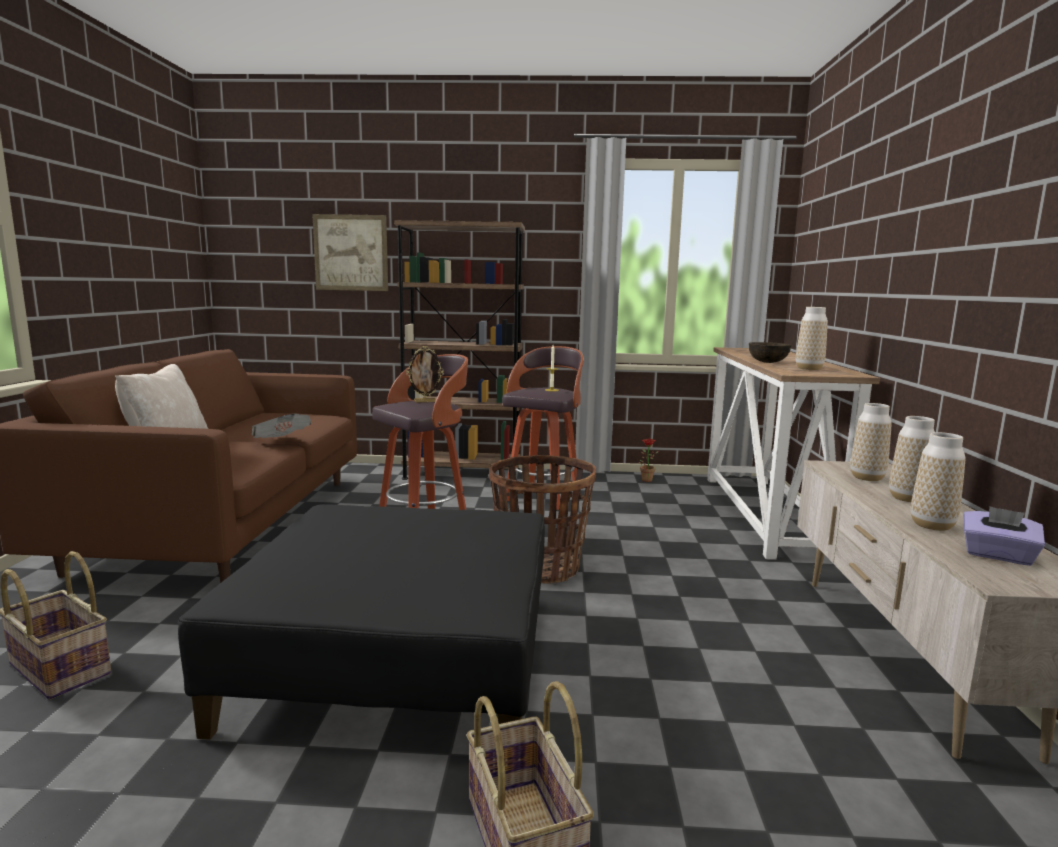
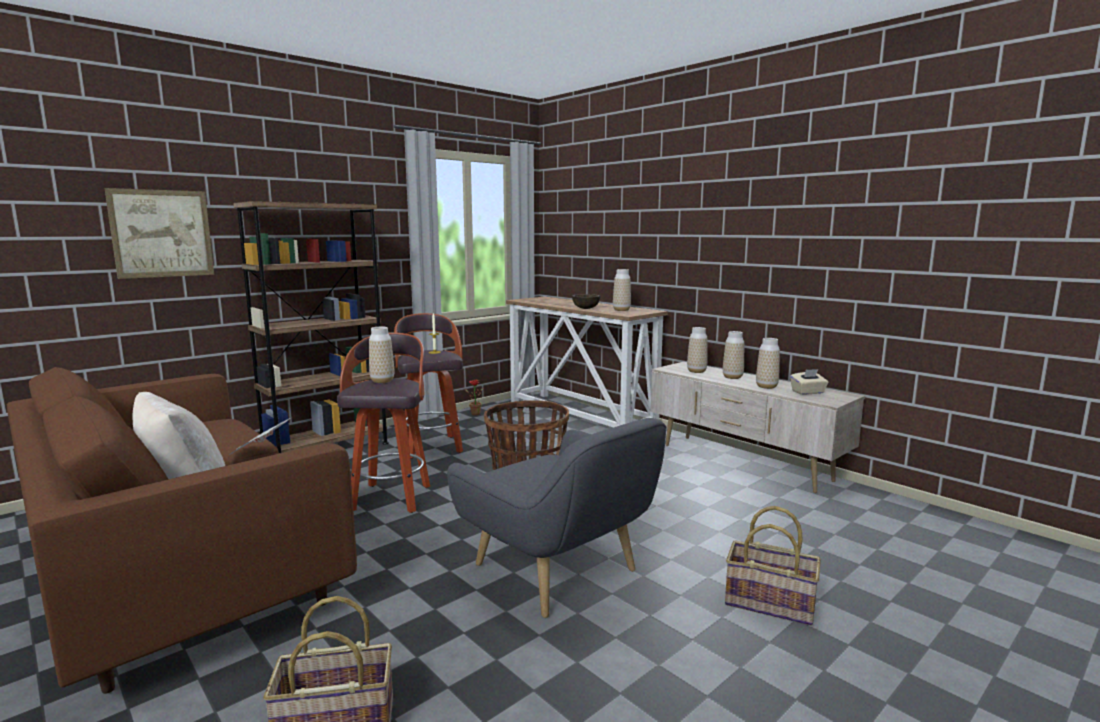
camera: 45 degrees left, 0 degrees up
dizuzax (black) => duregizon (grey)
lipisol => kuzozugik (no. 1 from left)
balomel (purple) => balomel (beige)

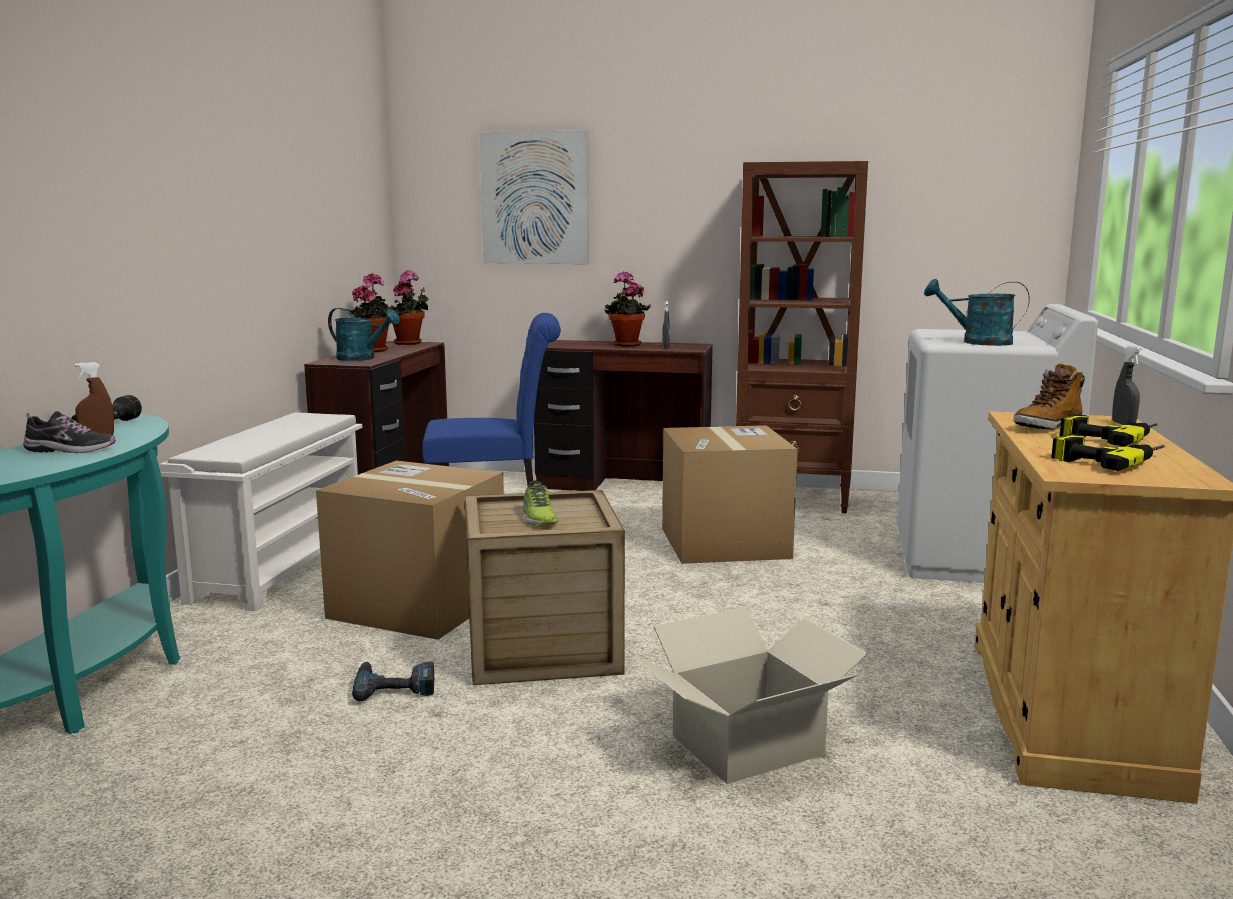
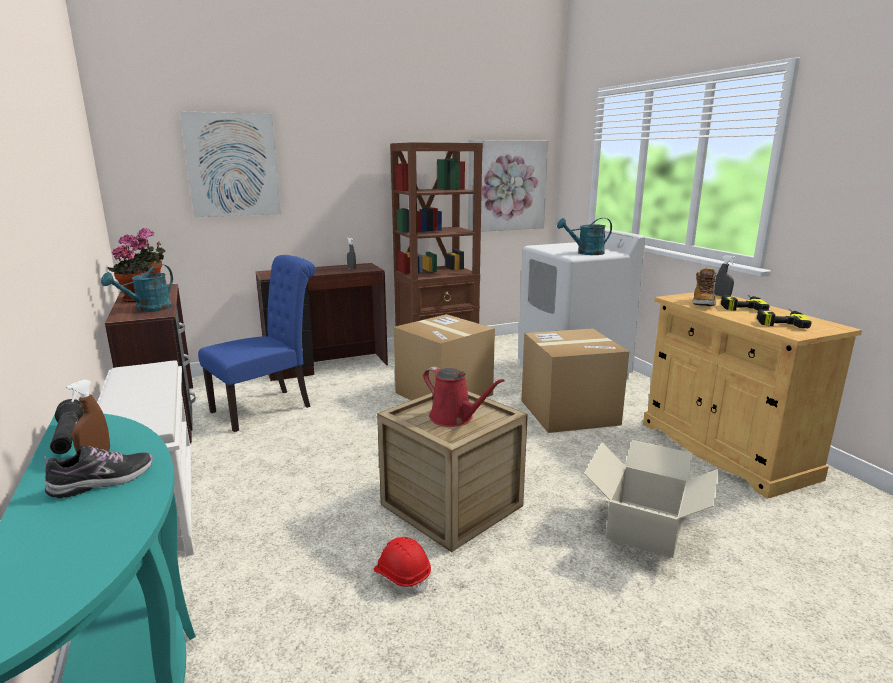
camera: 35 degrees left, 5 degrees up
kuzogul (no. 3 from left) => nothing
nothing => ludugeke (no. 2 from left)
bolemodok (no. 1 from left in the first image) => bolemodok (no. 2 from left), shifted
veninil (no. 1 from left) => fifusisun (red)
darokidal (no. 2 from left) => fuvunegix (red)
fuvunegix (turquoise) (no. 1 from left), 135 degrees clockwise

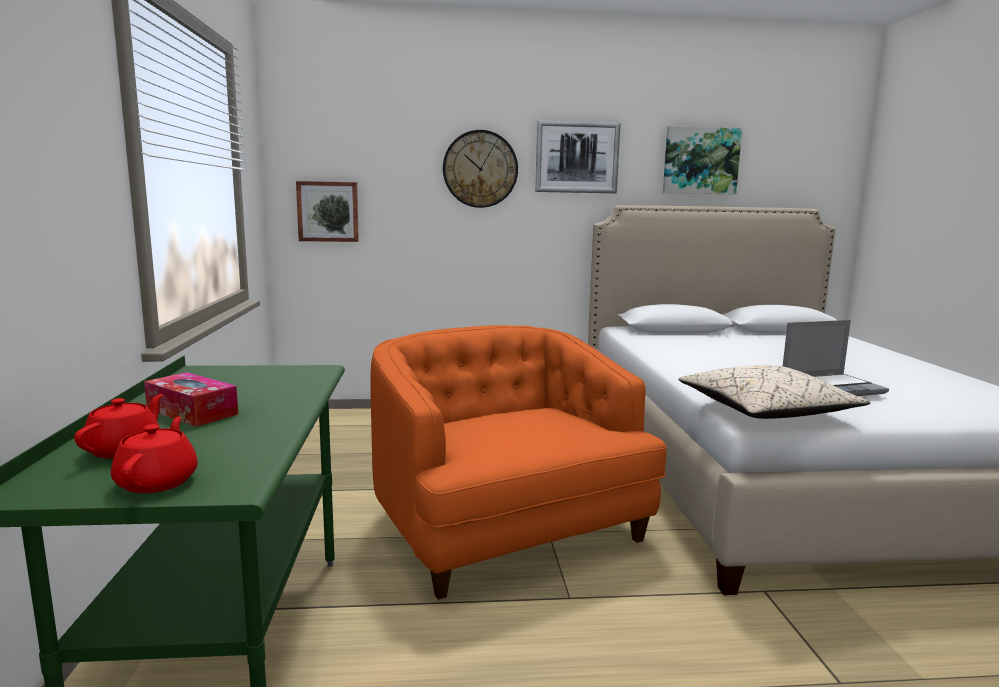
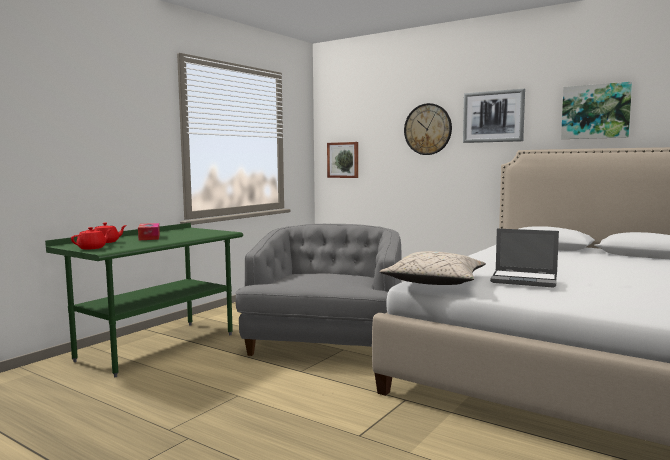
camera: 40 degrees right, 5 degrees down
duregizon (orange) => duregizon (grey)

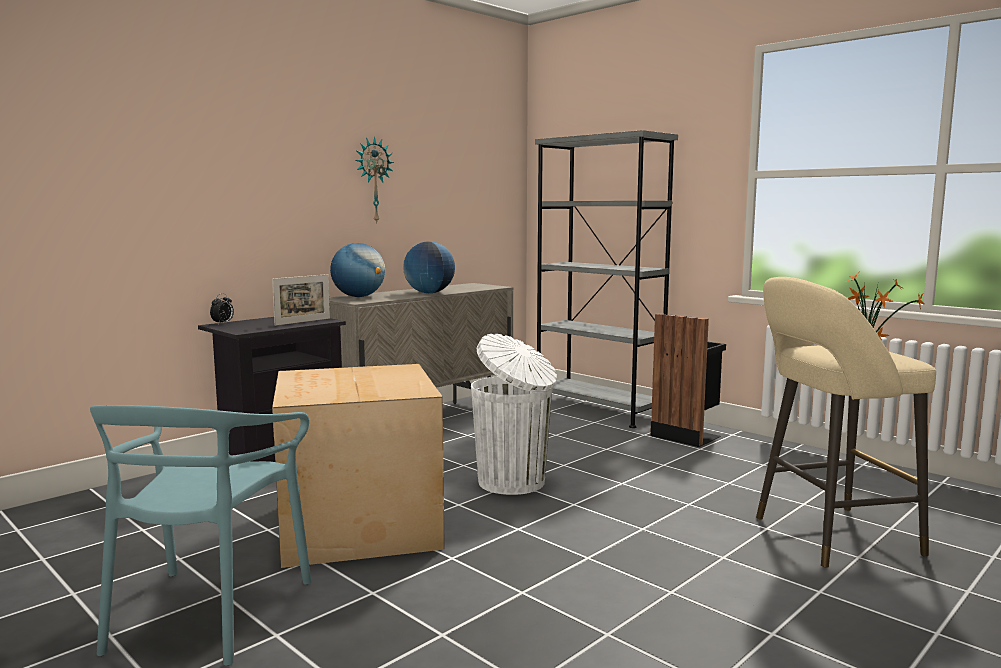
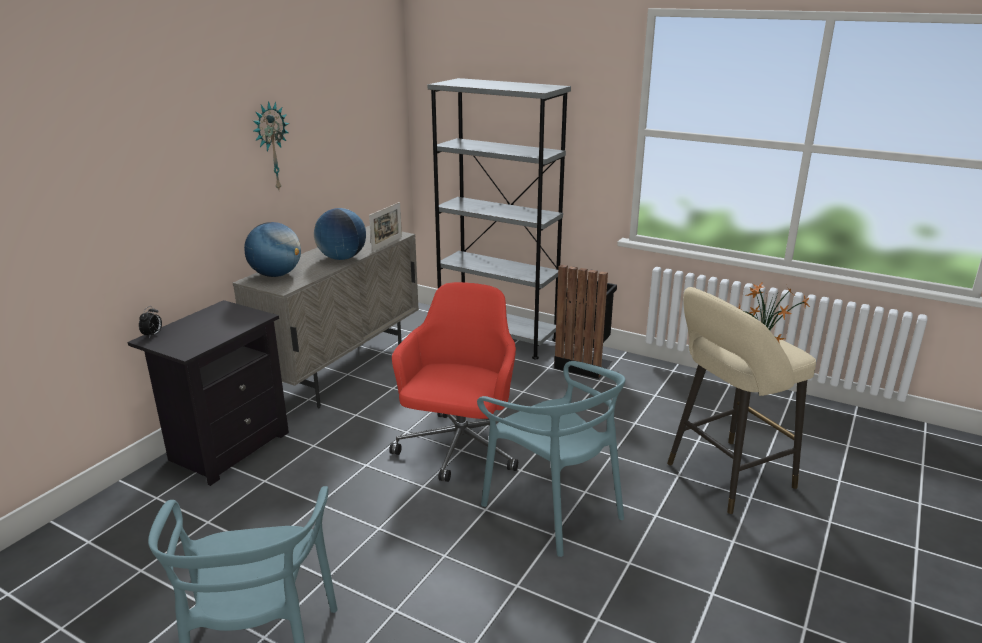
camera: 15 degrees left, 15 degrees up
bolemodok => nothing
nothing => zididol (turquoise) (no. 2 from left)
lipisol, shifted
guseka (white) => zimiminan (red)

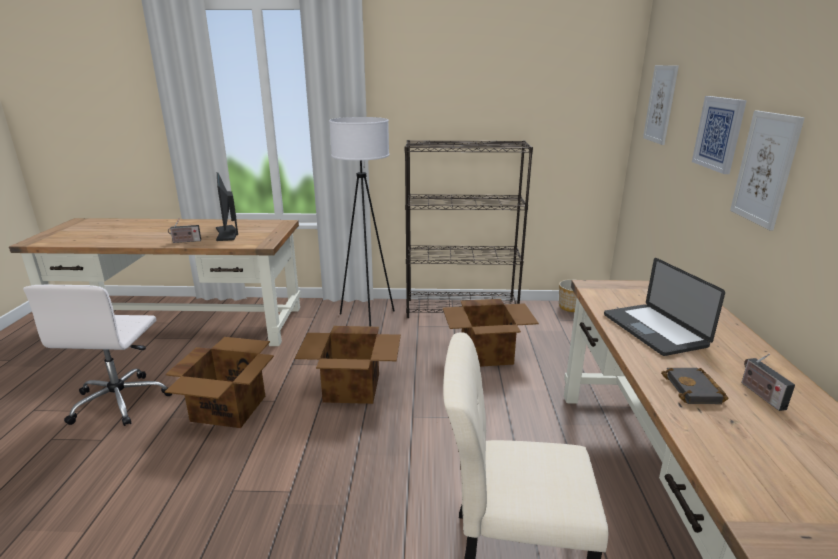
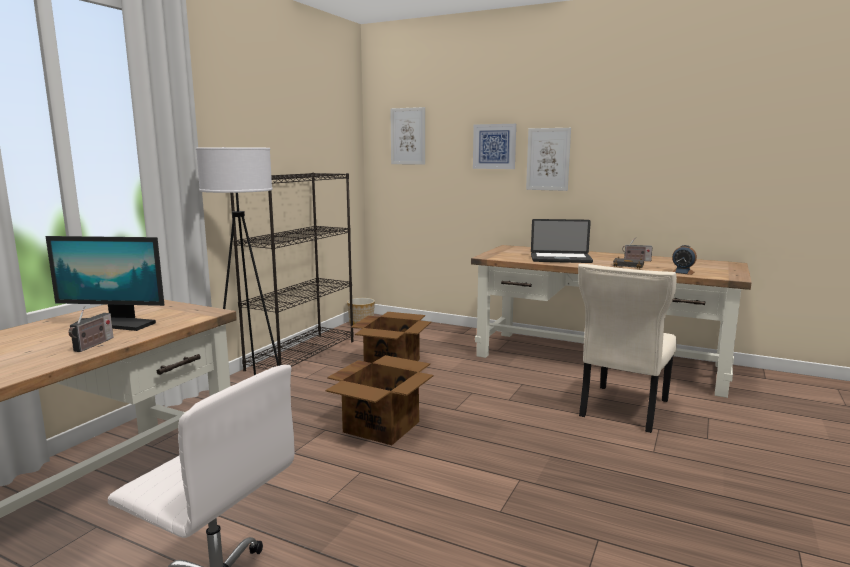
camera: 65 degrees left, 10 degrees down
bolemodok (no. 1 from left) => nothing
nothing => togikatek

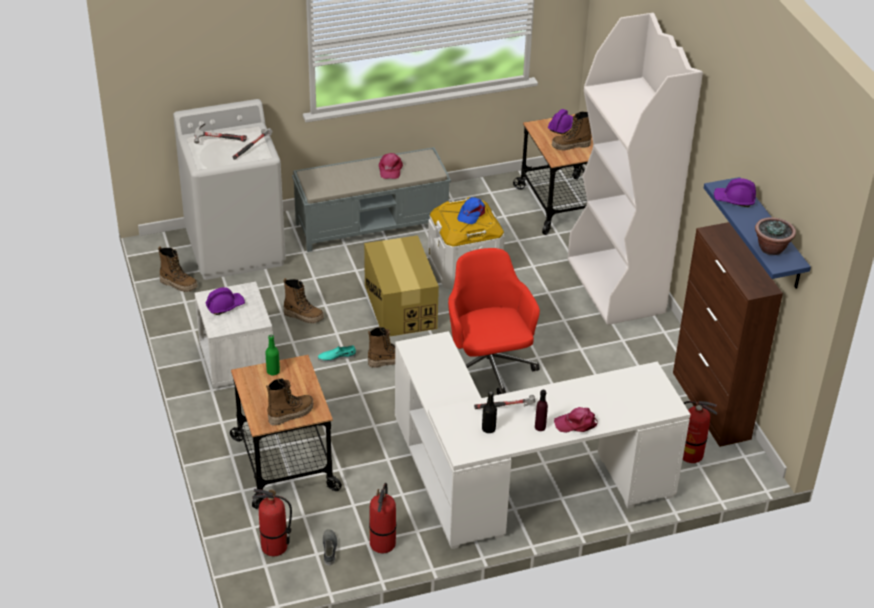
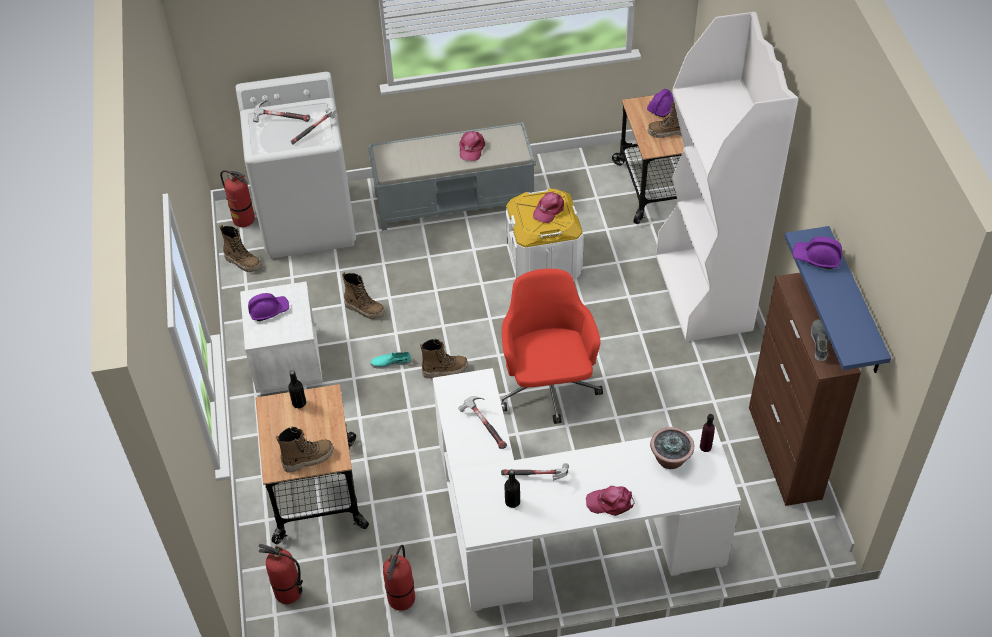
camera: 10 degrees right, 10 degrees up
bolemodok => nothing
nothing => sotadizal (no. 3 from left)
darokidal (grey), shifted
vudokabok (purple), shifted
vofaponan (no. 3 from left in the first image) => vofaponan (no. 1 from left), shifted
kuzogul, shifted
vudokabok (green) => vudokabok (black) (no. 1 from left)
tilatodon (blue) => tilatodon (pink) (no. 2 from left)

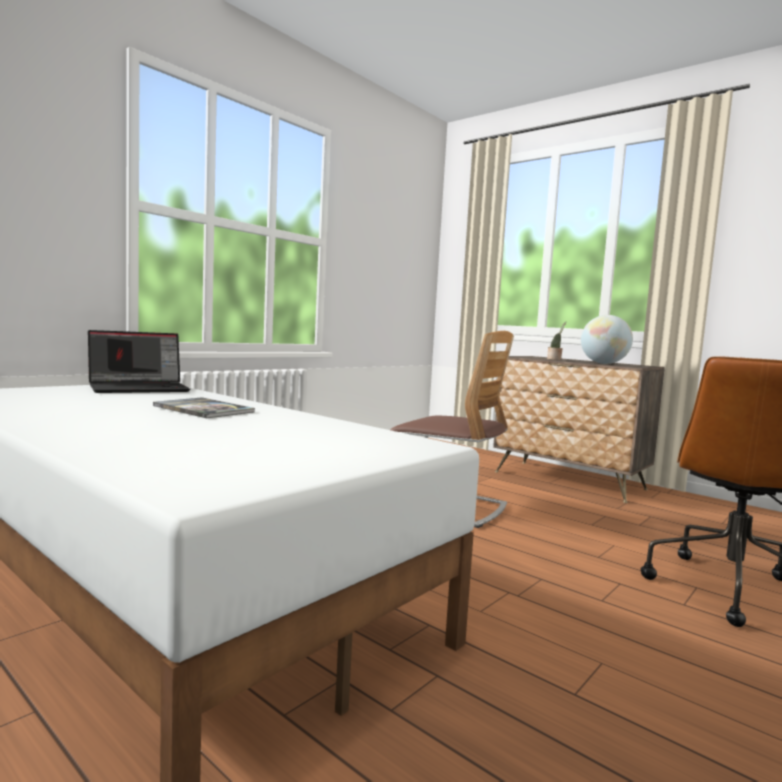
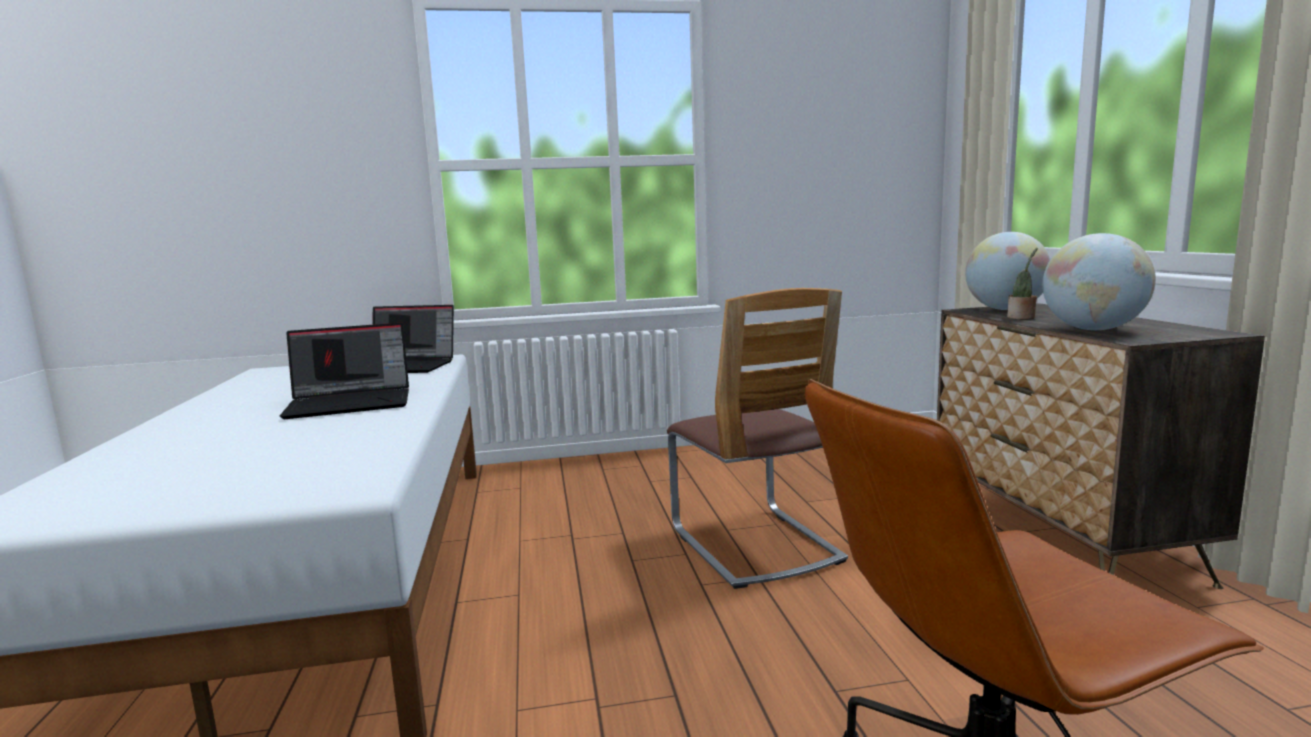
camera: 40 degrees right, 5 degrees up
nothing => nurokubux (no. 1 from left)
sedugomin => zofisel (no. 1 from left)

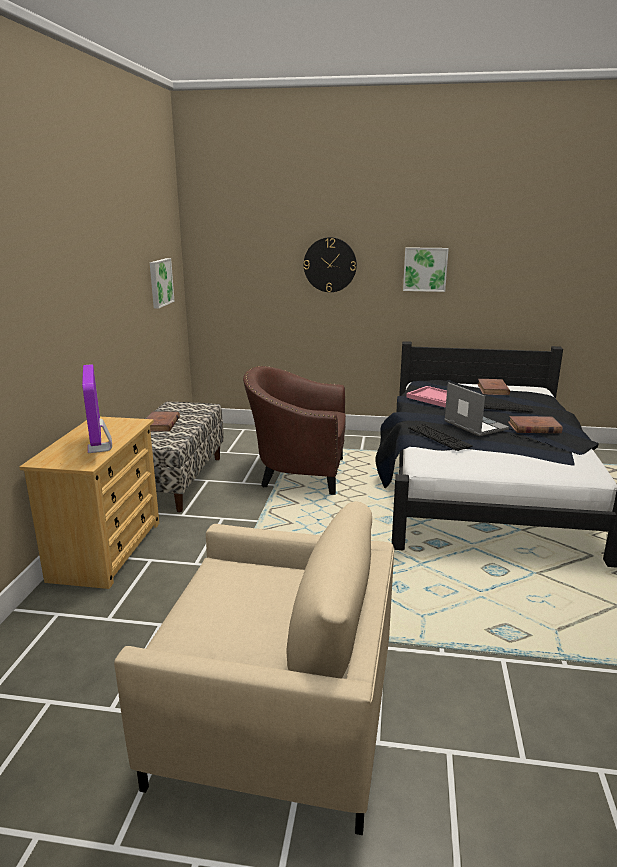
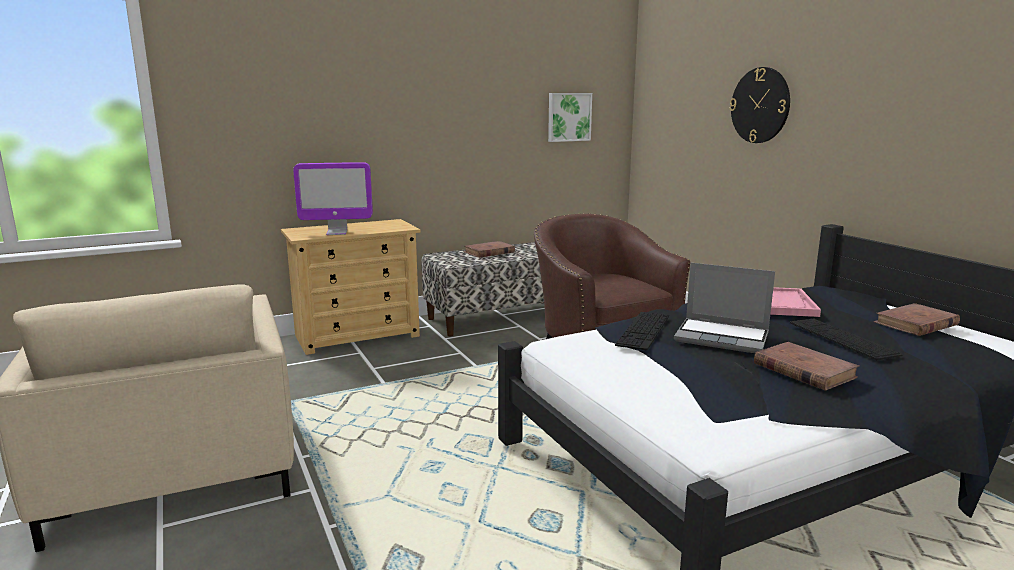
camera: 55 degrees right, 5 degrees down
ludugeke (no. 2 from left) => nothing
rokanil, 135 degrees counterclockwise
zofisel, 90 degrees clockwise

